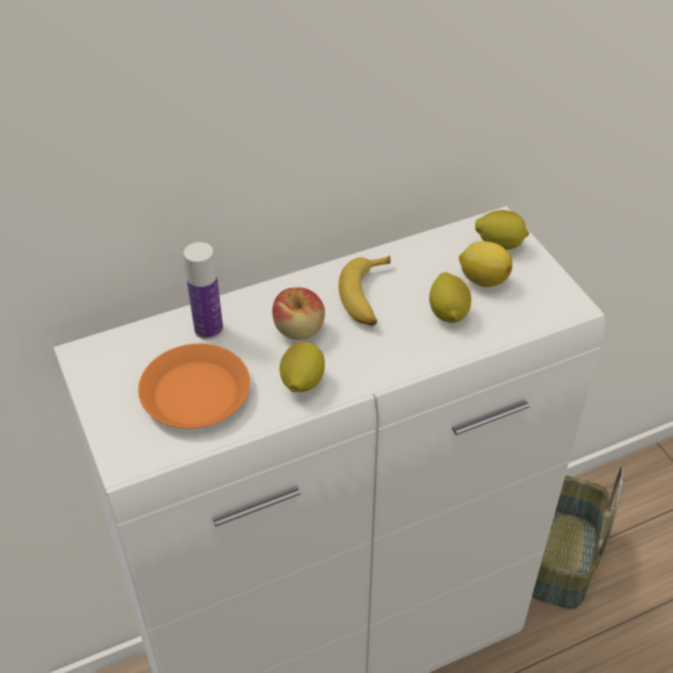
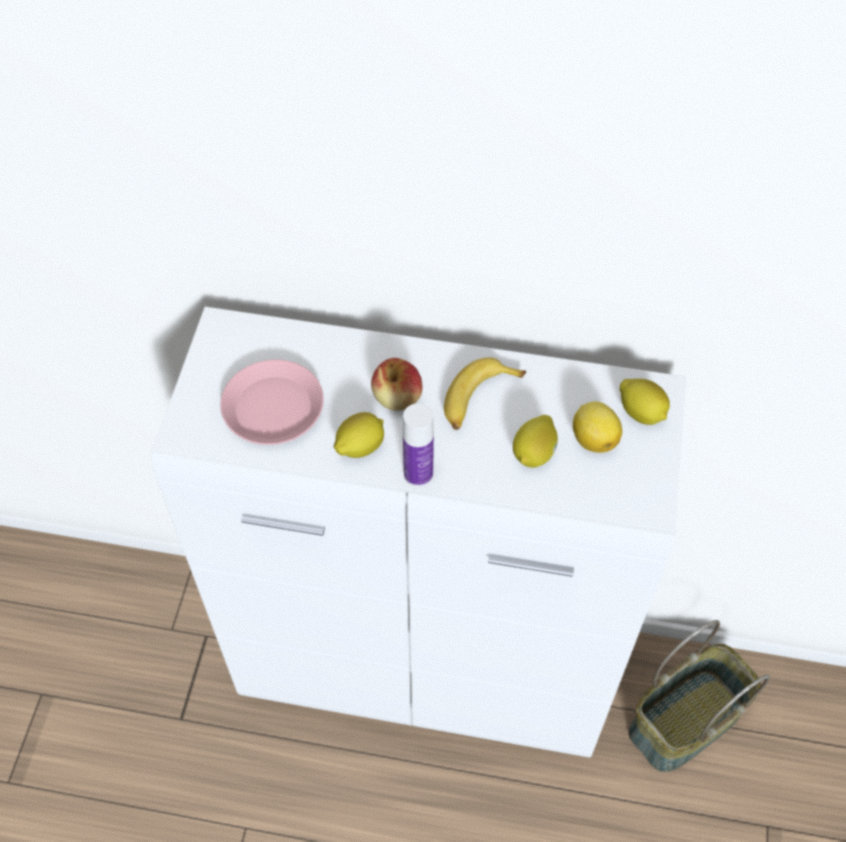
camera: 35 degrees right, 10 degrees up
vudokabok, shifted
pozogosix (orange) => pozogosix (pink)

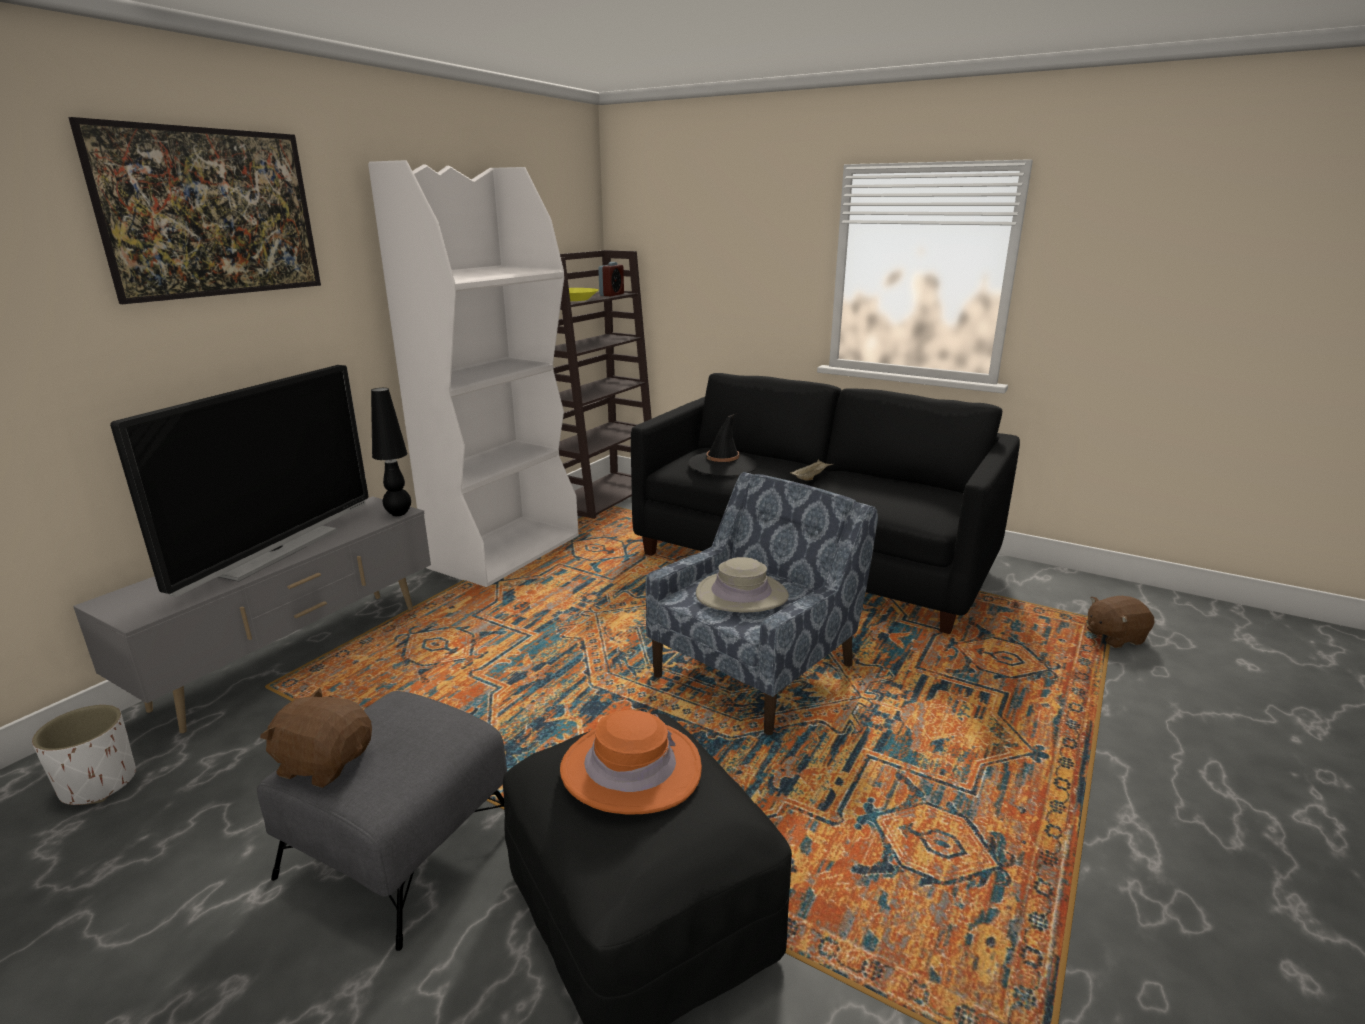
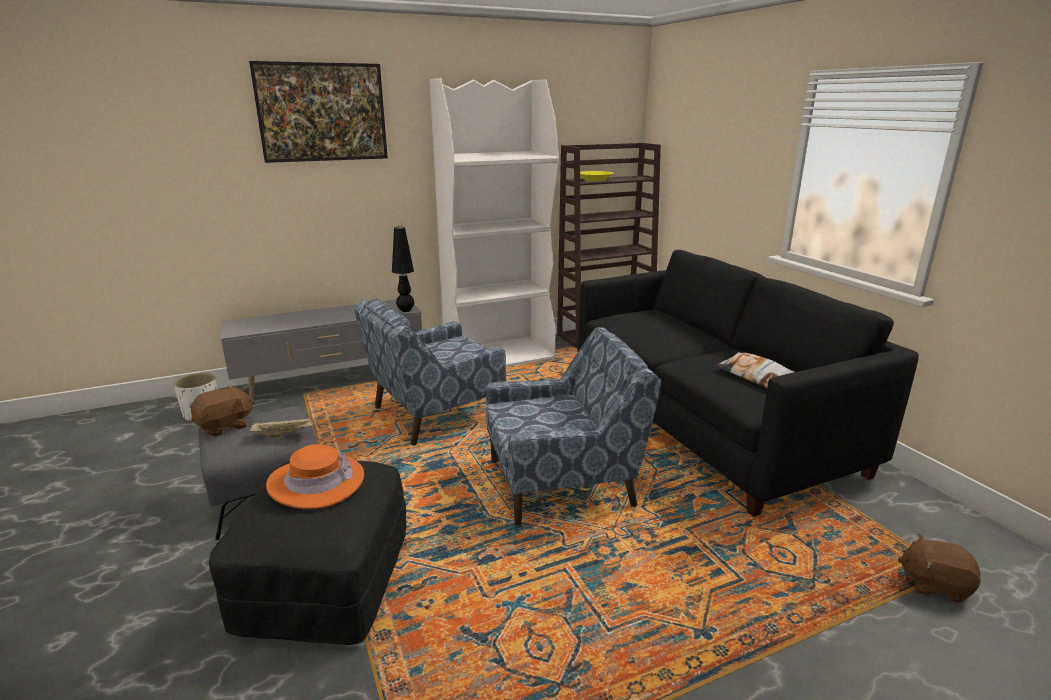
camera: 35 degrees right, 0 degrees up
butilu => nothing
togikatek => nothing
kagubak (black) => nothing
kagubak (beige) => nothing
nothing => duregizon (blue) (no. 1 from left)
nothing => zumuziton
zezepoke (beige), shifted
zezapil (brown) (no. 1 from left), 90 degrees clockwise

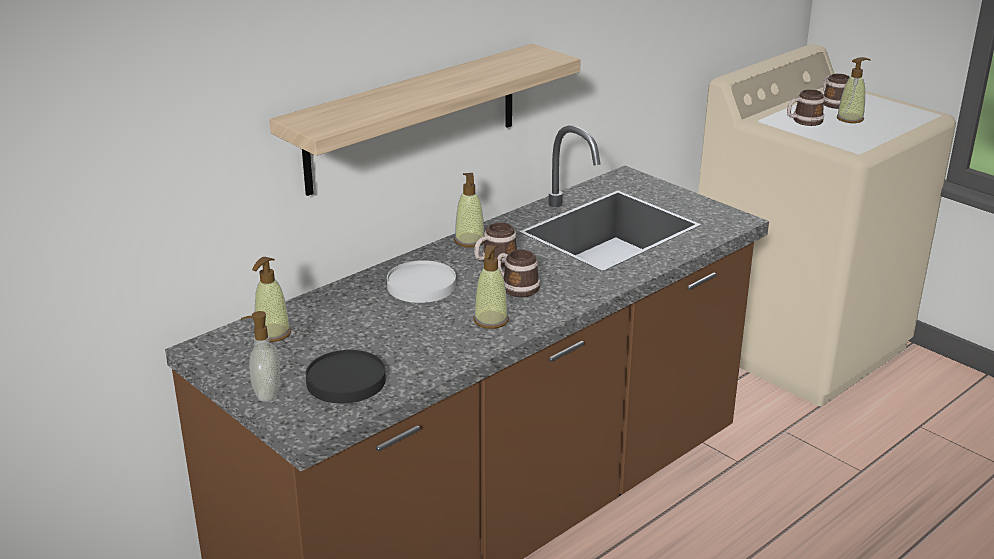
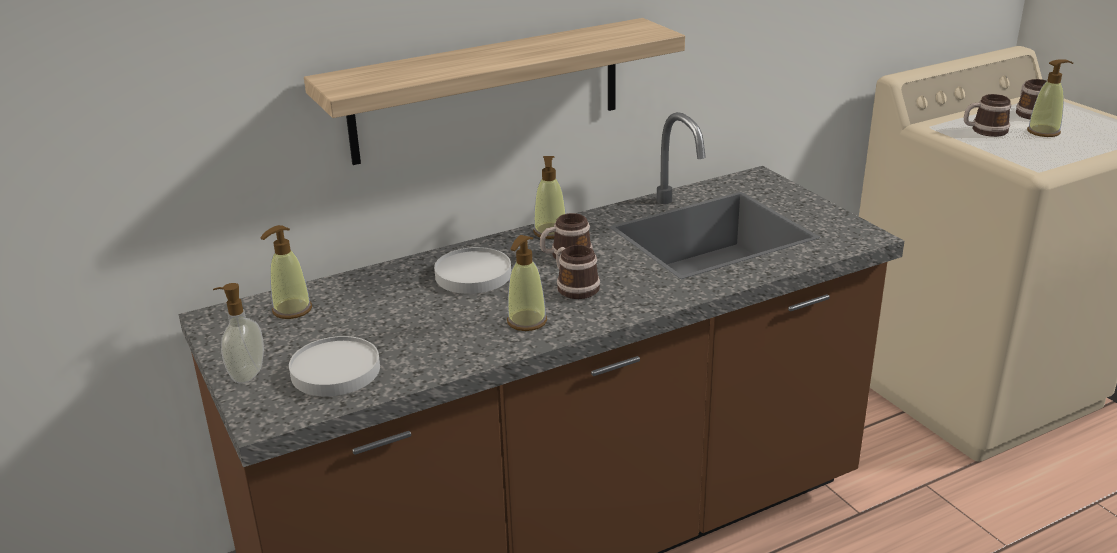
camera: 15 degrees right, 0 degrees up
pozogosix (black) => pozogosix (white) (no. 1 from left)

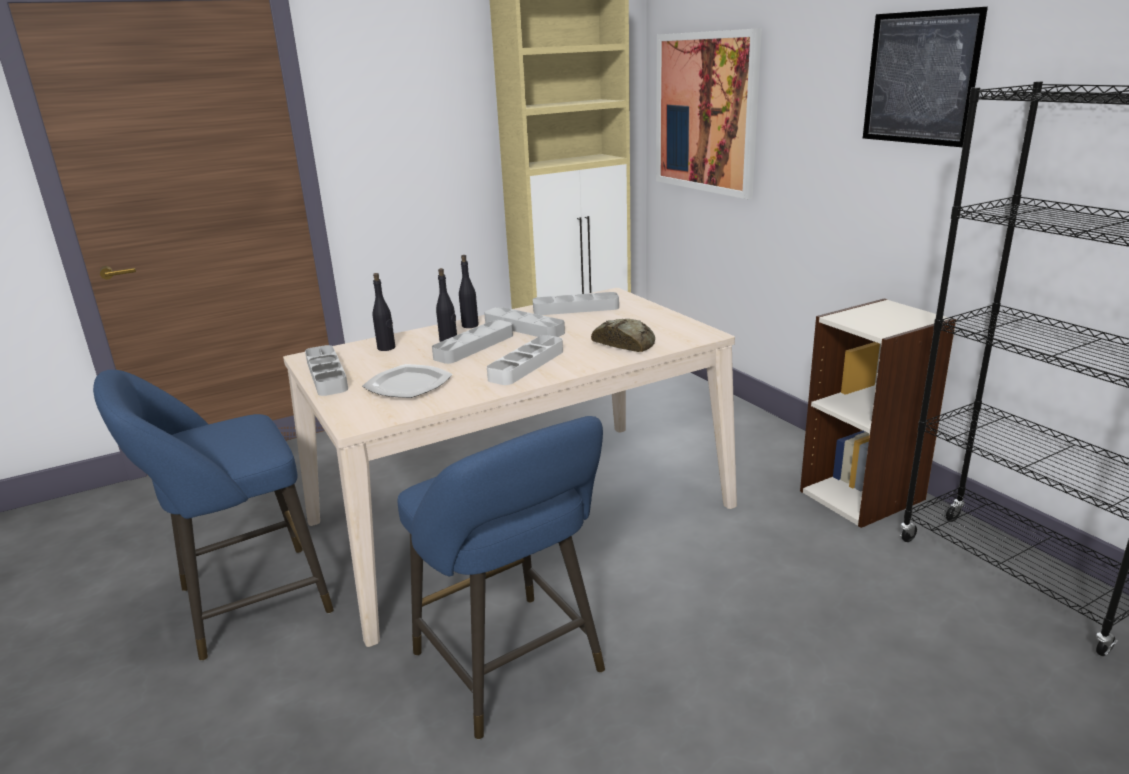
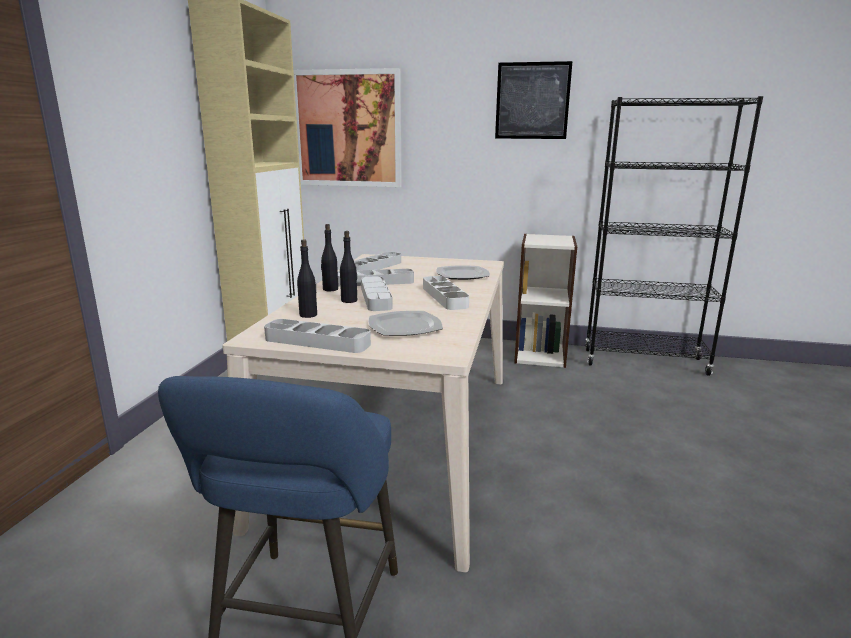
camera: 50 degrees left, 5 degrees down
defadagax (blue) (no. 2 from left) => nothing
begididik => pozogosix (no. 2 from left)

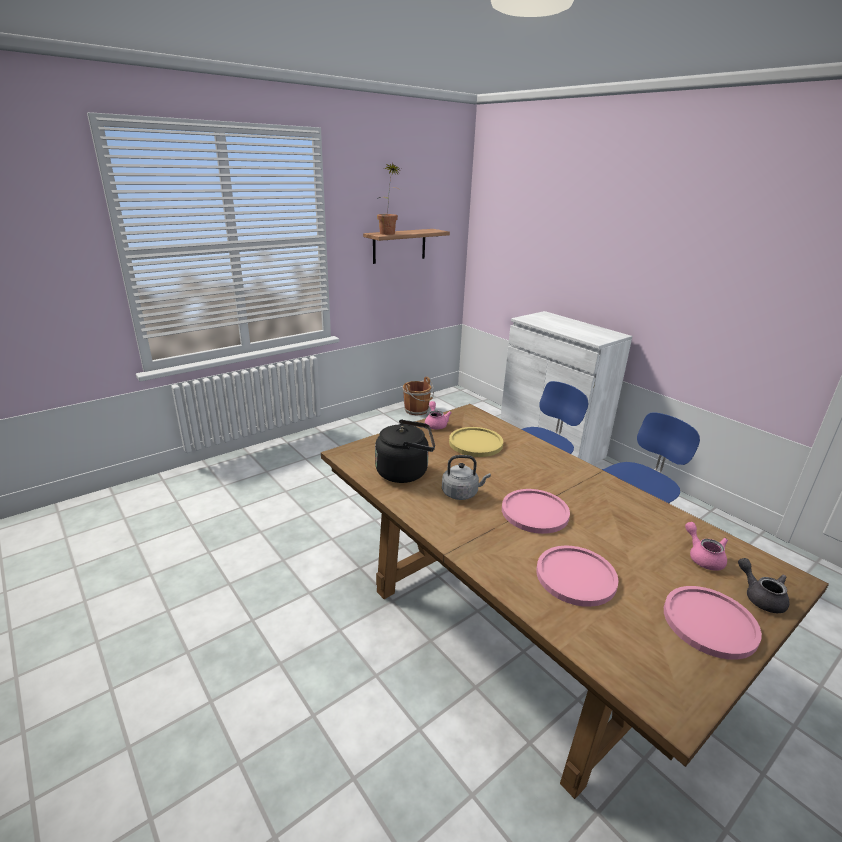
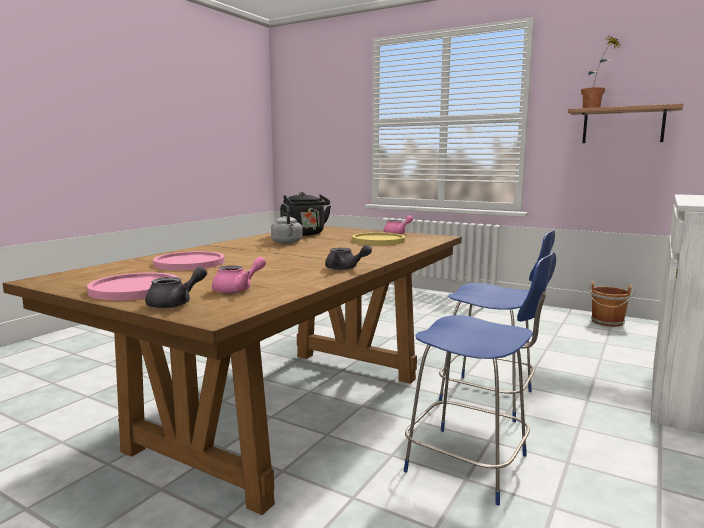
camera: 70 degrees right, 15 degrees down
pozogosix (pink) (no. 1 from left) => nothing
nothing => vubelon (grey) (no. 2 from left)

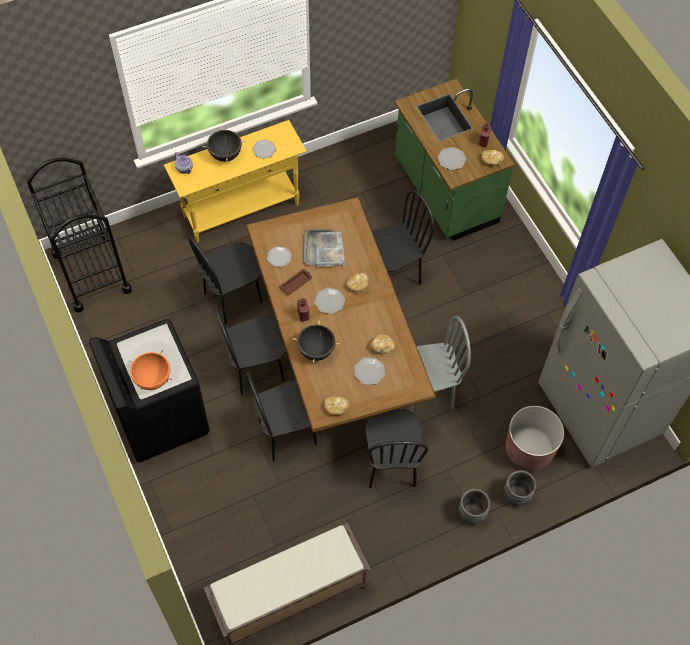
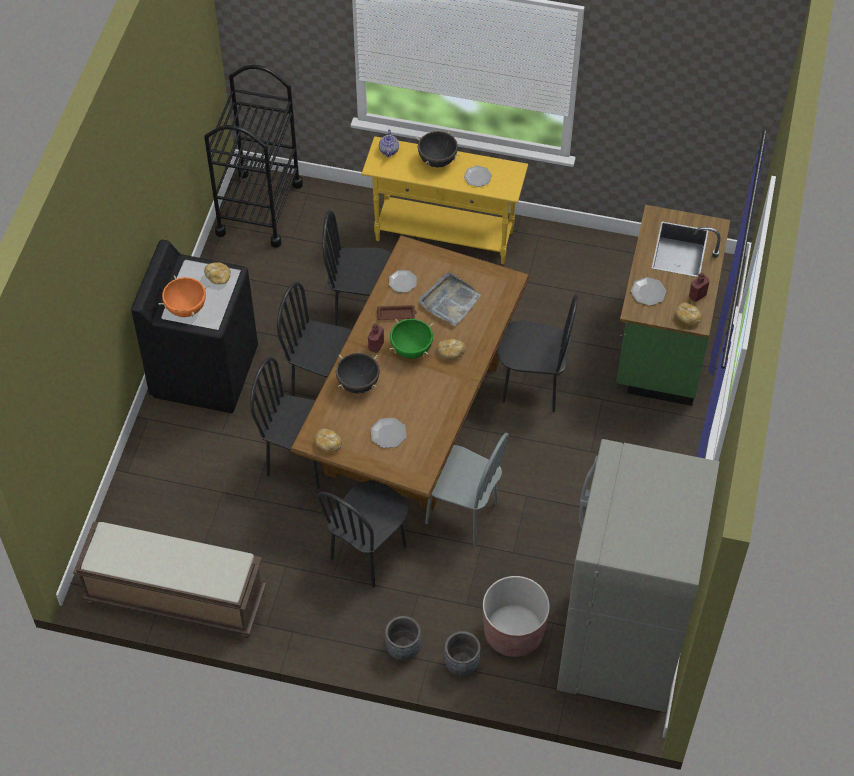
camera: 40 degrees right, 5 degrees down
begididik (no. 3 from left in the first image) => begididik (no. 1 from left), shifted
pozogosix (no. 3 from left) => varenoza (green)

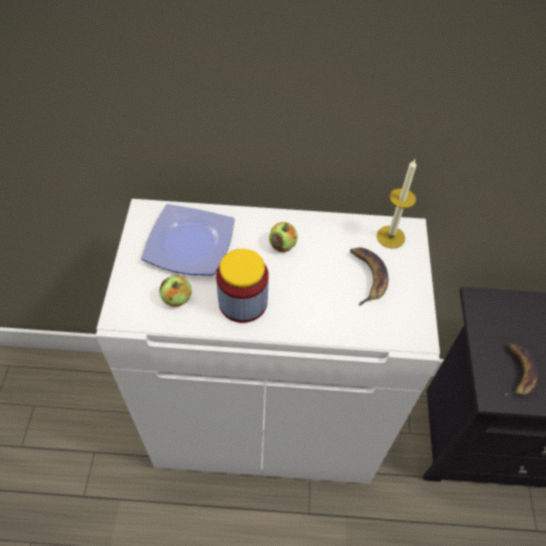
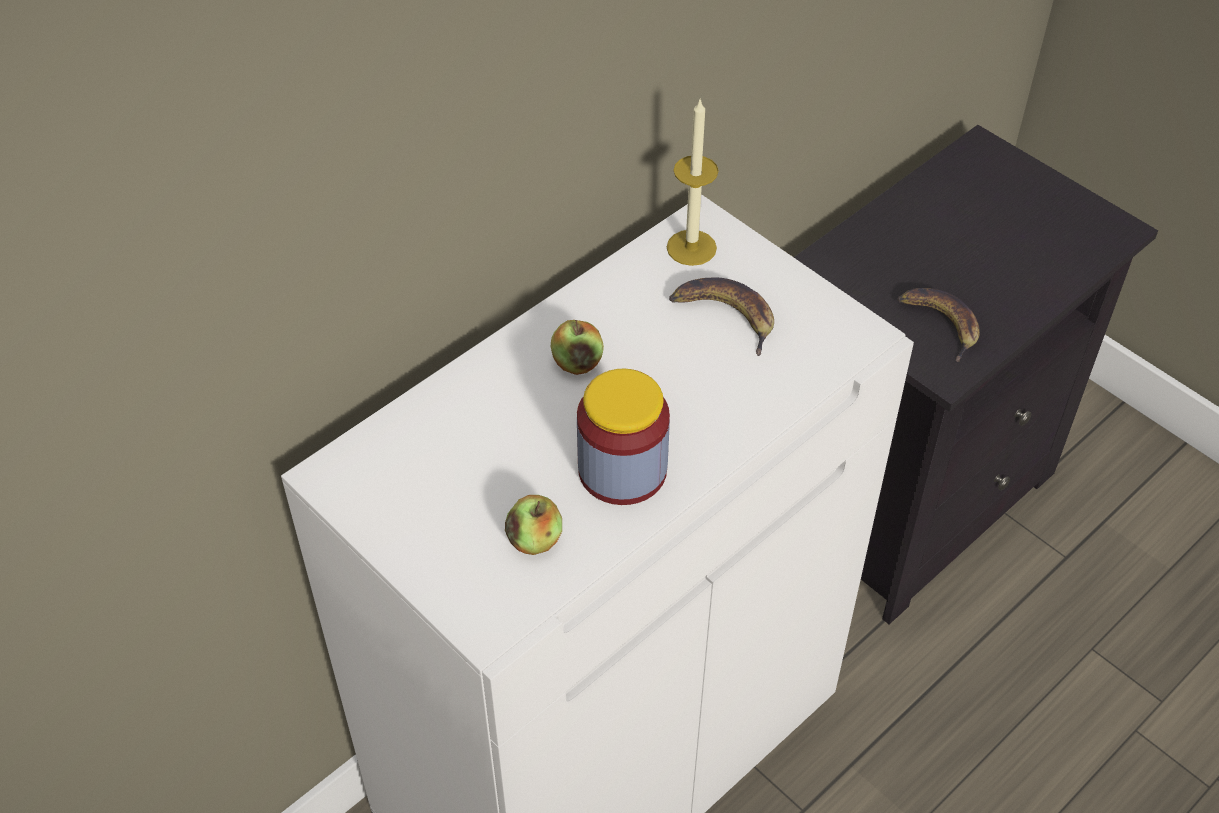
camera: 45 degrees left, 5 degrees down
pozogosix => nothing

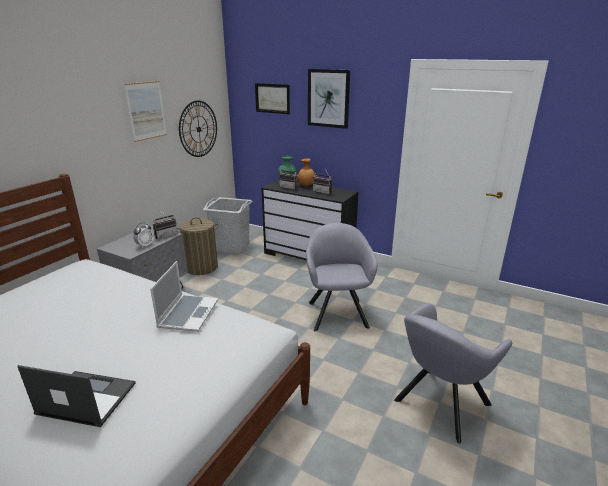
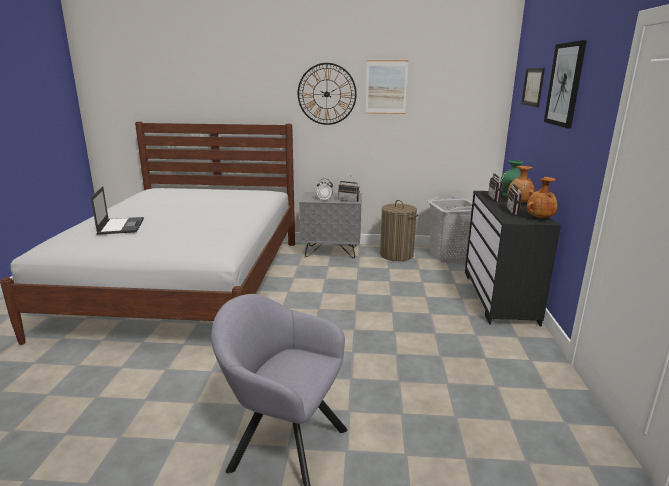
camera: 65 degrees right, 5 degrees down
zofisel (no. 2 from left) => nothing
duregizon (grey) (no. 1 from left) => nothing
nothing => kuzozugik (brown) (no. 2 from left)
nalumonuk, shifted

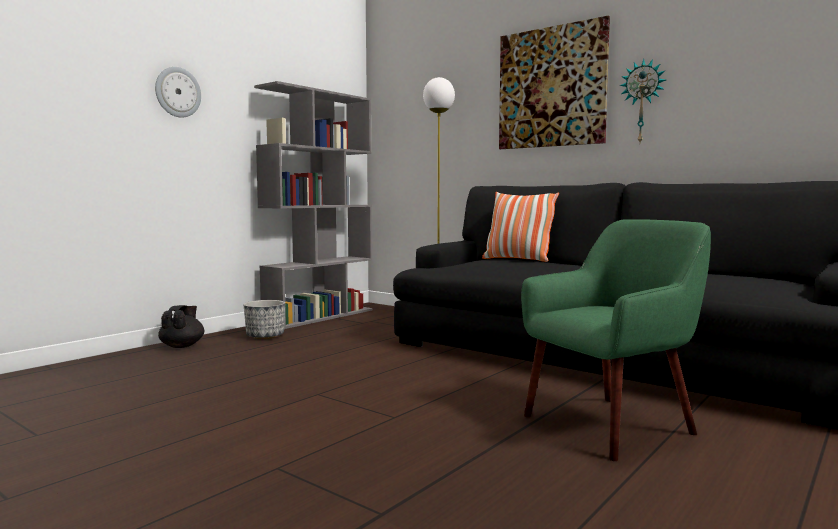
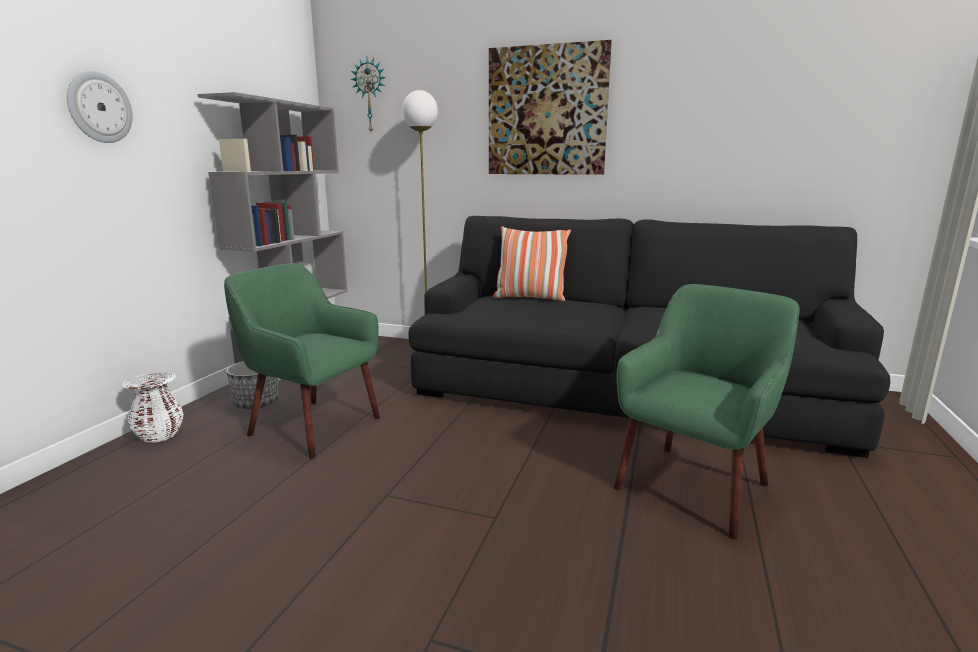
camera: 20 degrees left, 10 degrees up
nothing => duregizon (green) (no. 1 from left)
nalumonuk (no. 2 from left), shifted
vubelon (black) => kuzozugik (white)

